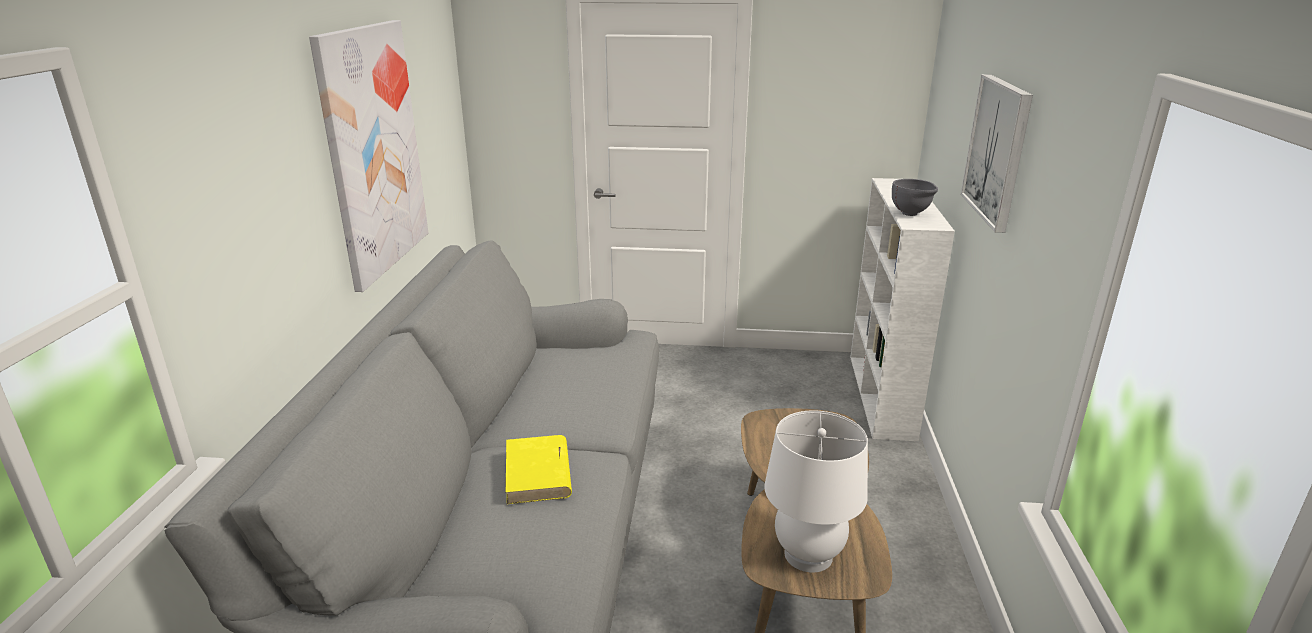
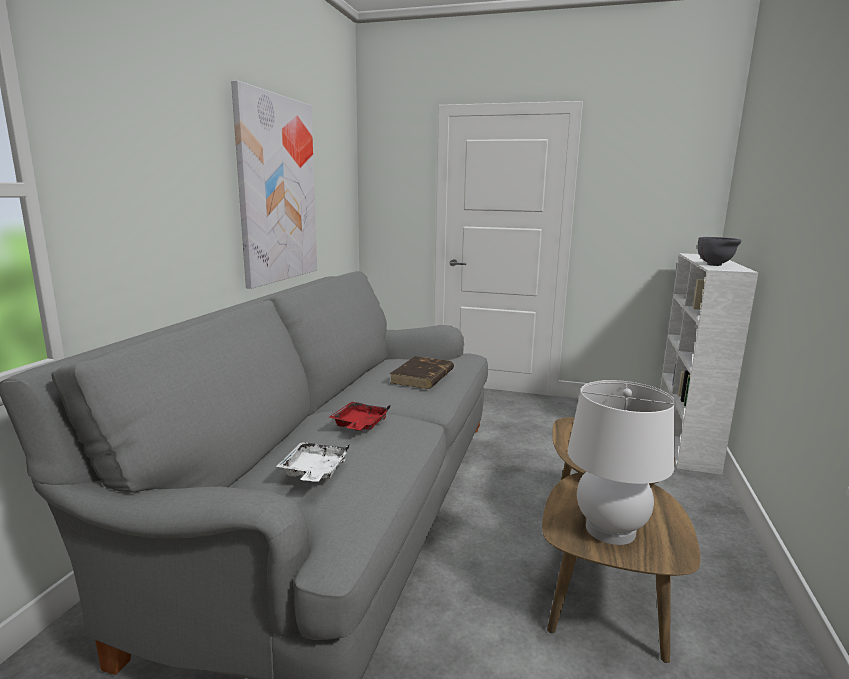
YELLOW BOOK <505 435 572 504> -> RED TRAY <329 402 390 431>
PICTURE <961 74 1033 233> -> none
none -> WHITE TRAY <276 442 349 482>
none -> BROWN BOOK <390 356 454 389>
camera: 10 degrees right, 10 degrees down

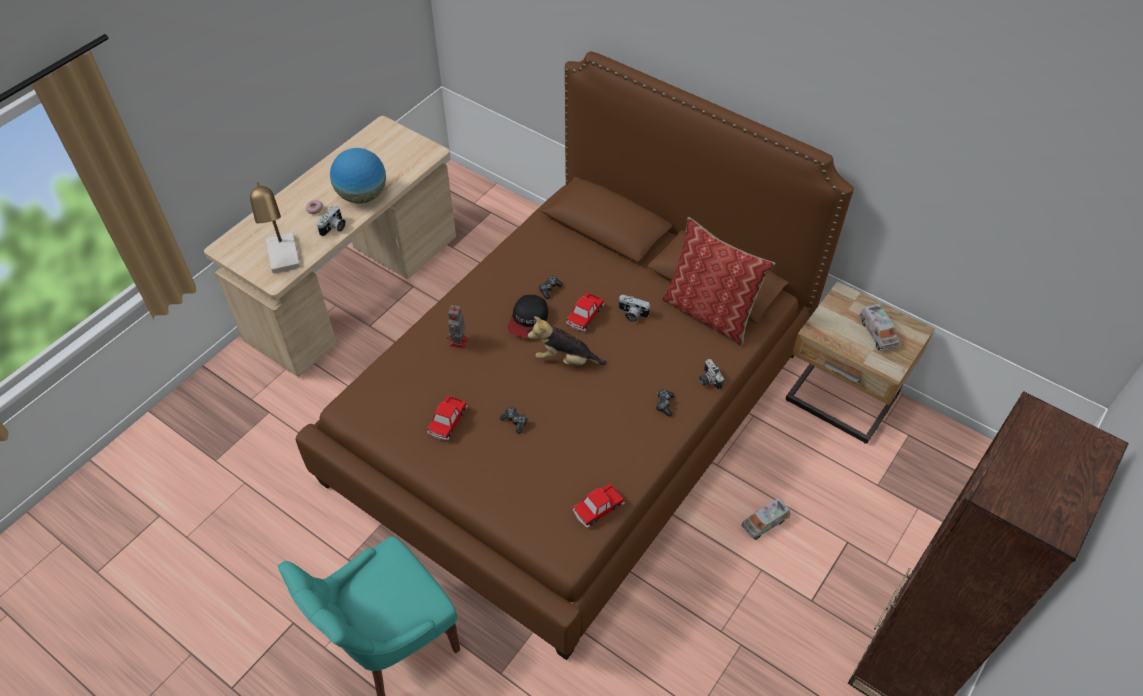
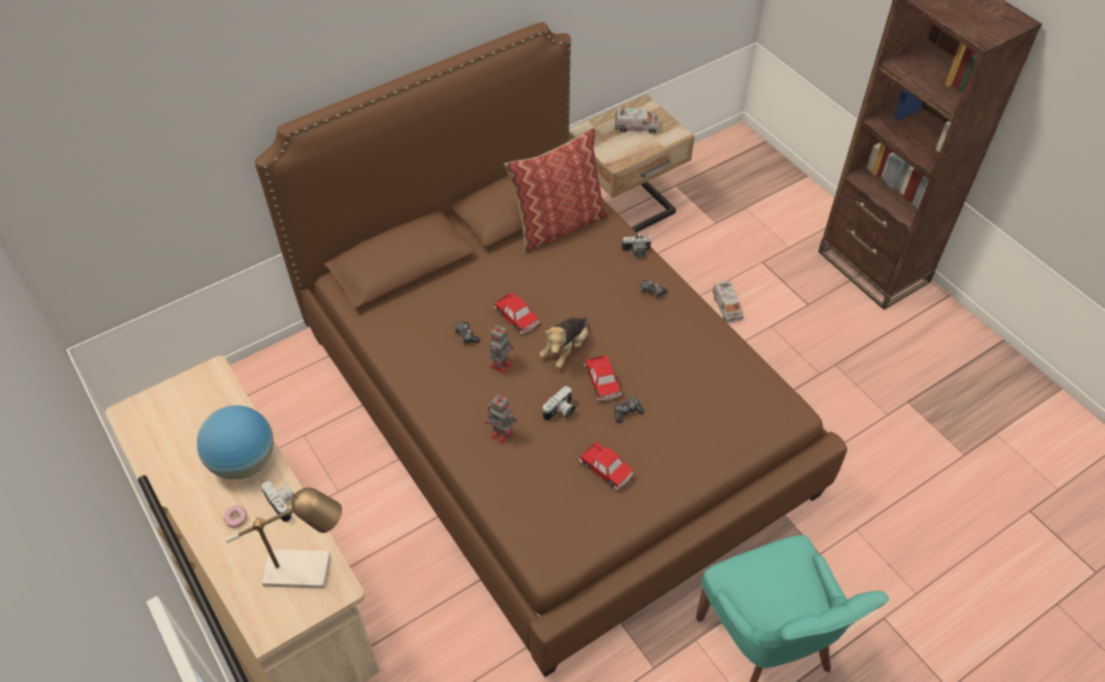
CAP <508 295 548 338> -> TOY ROBOT <489 325 514 374>
TOY CAR <573 483 625 528> -> TOY CAR <584 355 621 401>, move
PHOTO CAMERA <618 295 650 322> -> PHOTO CAMERA <543 386 576 421>, move
camera: 70 degrees left, 0 degrees up

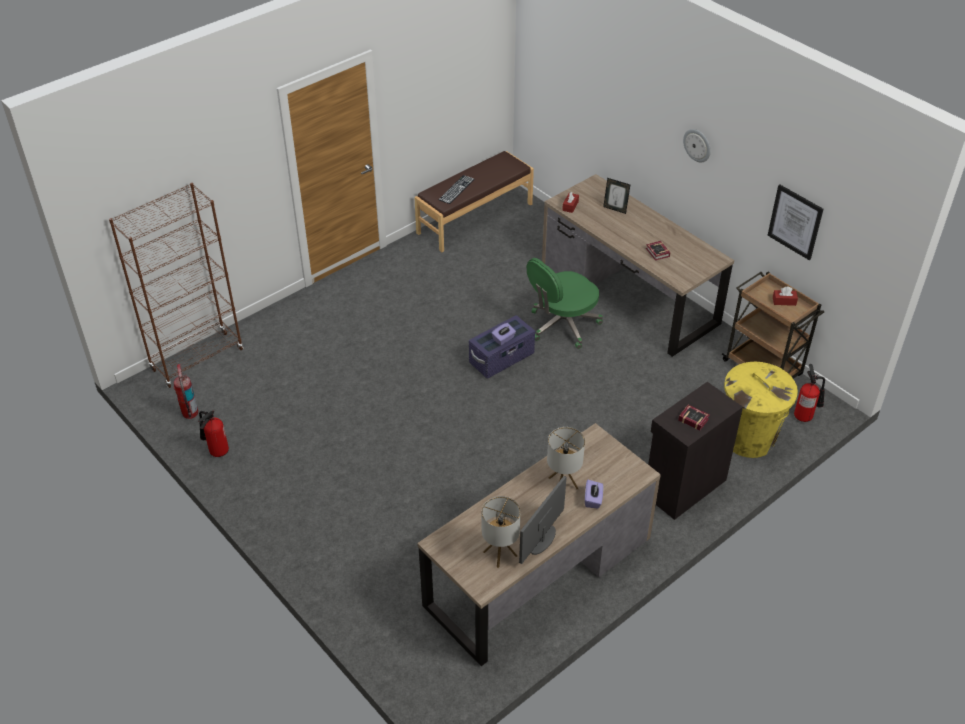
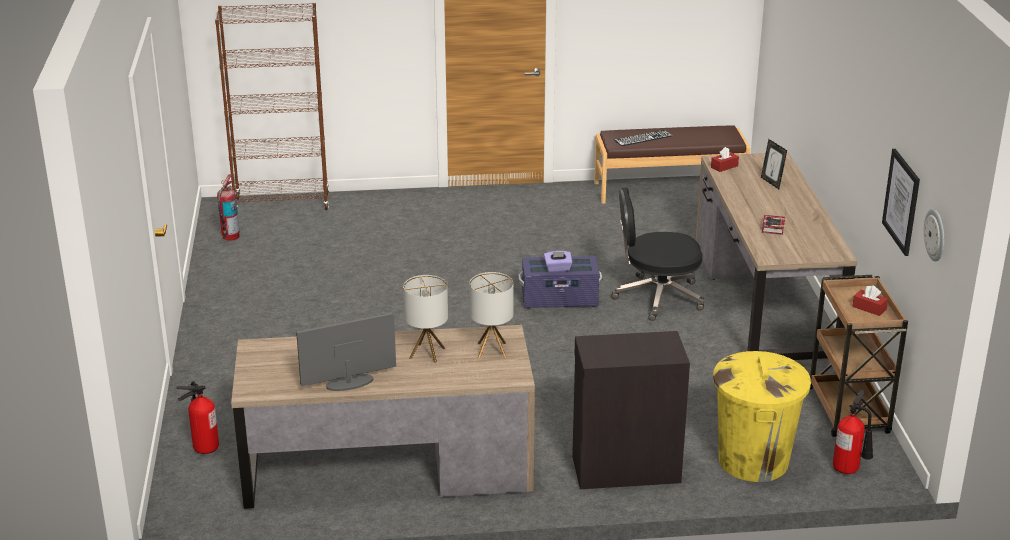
FIRE EXTINGUISHER <198 410 229 457> -> FIRE EXTINGUISHER <176 381 219 454>, move
TABLE LAMP <481 496 520 568> -> TABLE LAMP <470 272 514 358>, move
GREEN OFFICE CHAIR <527 258 603 349> -> BLACK OFFICE CHAIR <612 187 705 321>
PURPLE TISSUE BOX <585 480 603 509> -> none
BOOK <678 405 710 430> -> none
WALL CLOCK <683 129 711 162> -> WALL CLOCK <924 209 945 261>, move
camera: 35 degrees right, 15 degrees down

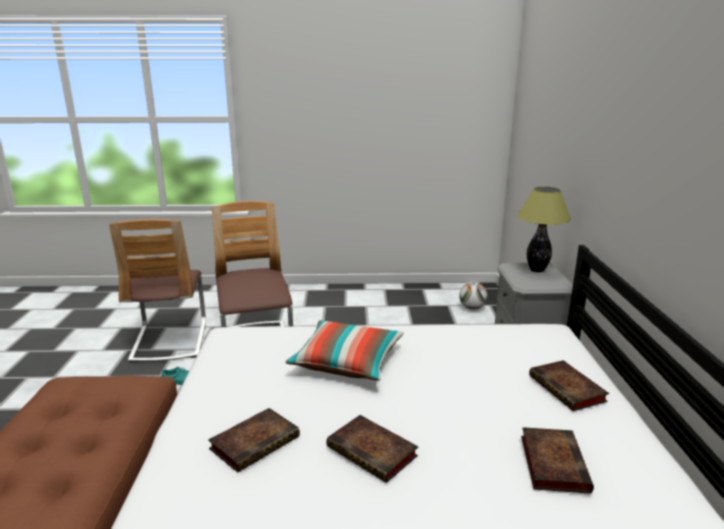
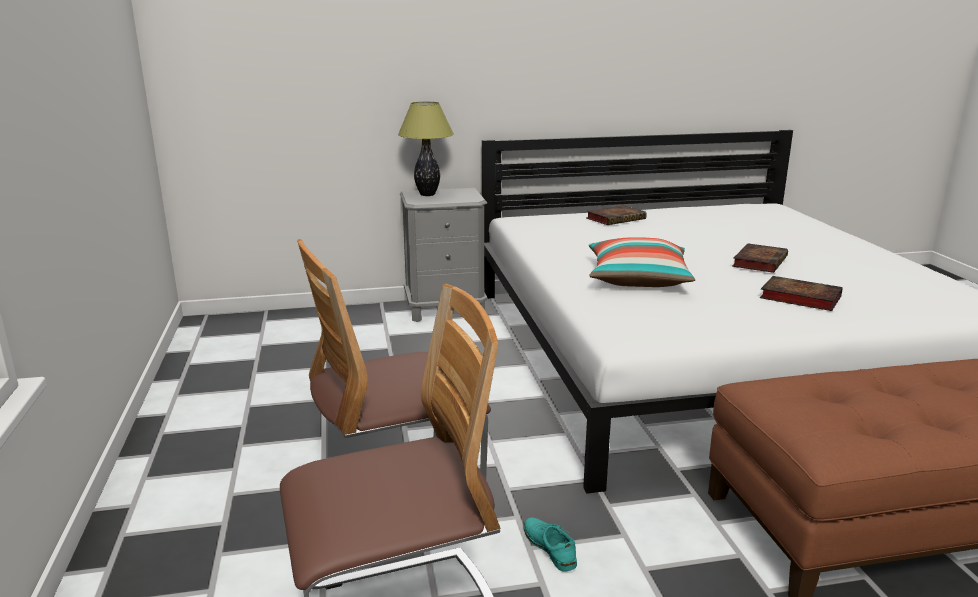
FOOTBALL <459 282 488 310> -> none
BOOK <521 427 594 494> -> none
camera: 100 degrees left, 0 degrees up

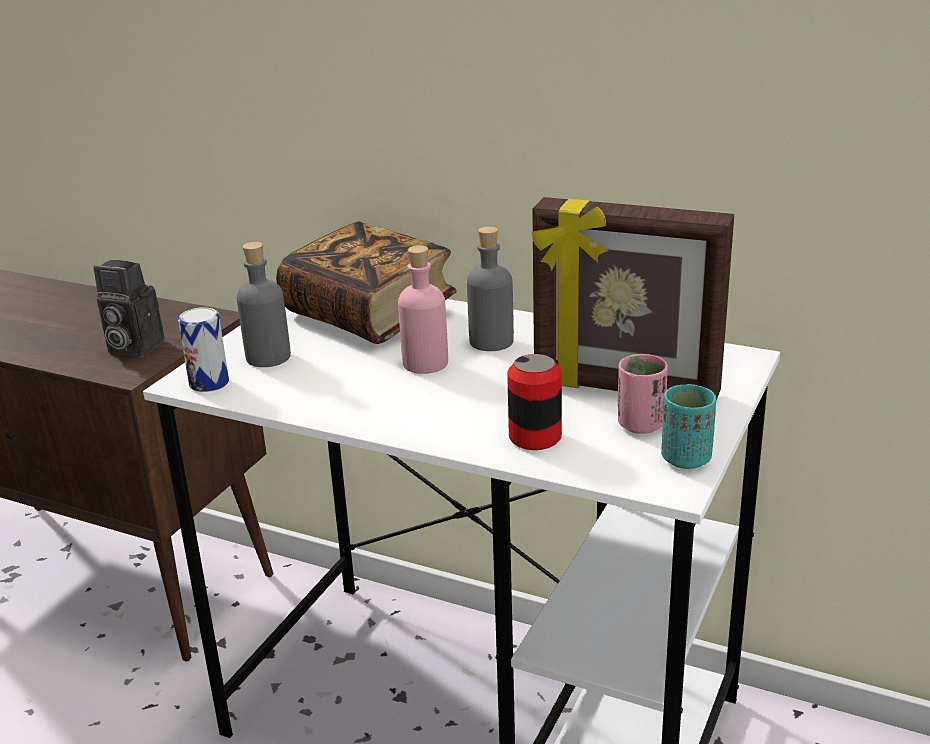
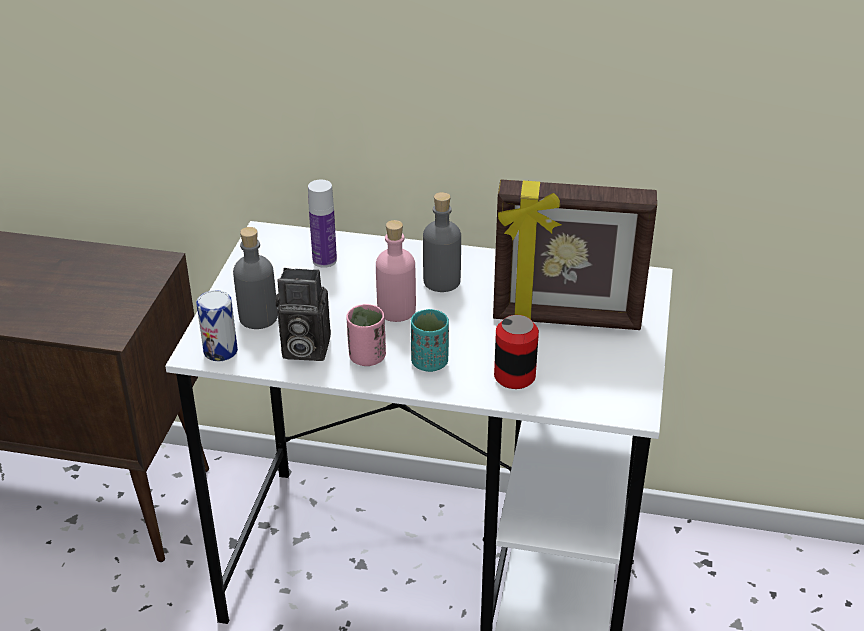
PHOTO CAMERA <93 260 164 357> -> PHOTO CAMERA <276 268 331 361>, move
BOOK <276 221 457 344> -> BOTTLE <308 180 337 268>
PINK CUP <618 354 668 434> -> PINK CUP <346 304 386 366>, move
TURQUOISE CUP <661 384 716 469> -> TURQUOISE CUP <411 309 449 372>, move
camera: 15 degrees left, 10 degrees up

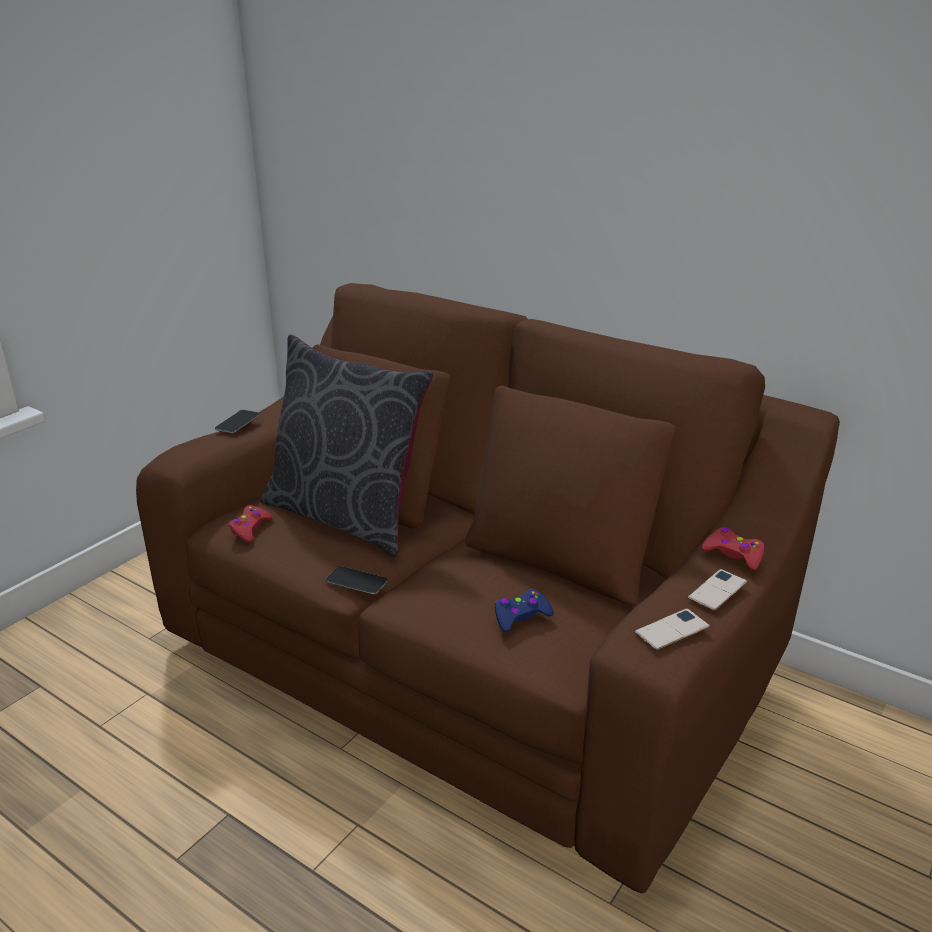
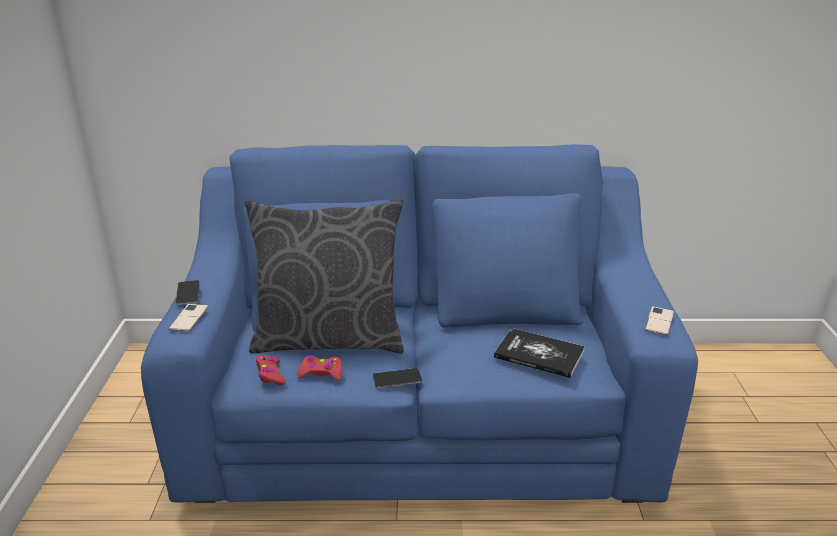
BROWN SOFA <136 283 840 893> -> BLUE SOFA <141 144 698 503>
BLUE GAME CONTROLLER <494 589 554 632> -> BOOK <494 328 585 378>
PHONE <688 569 747 611> -> PHONE <168 304 208 331>, move
RED GAME CONTROLLER <702 527 765 570> -> RED GAME CONTROLLER <297 355 342 381>, move
camera: 35 degrees left, 0 degrees up

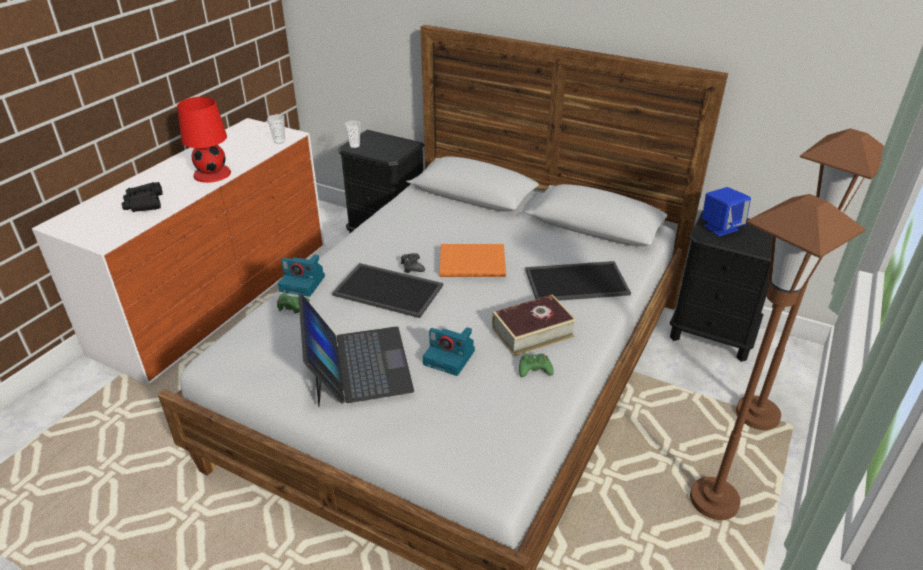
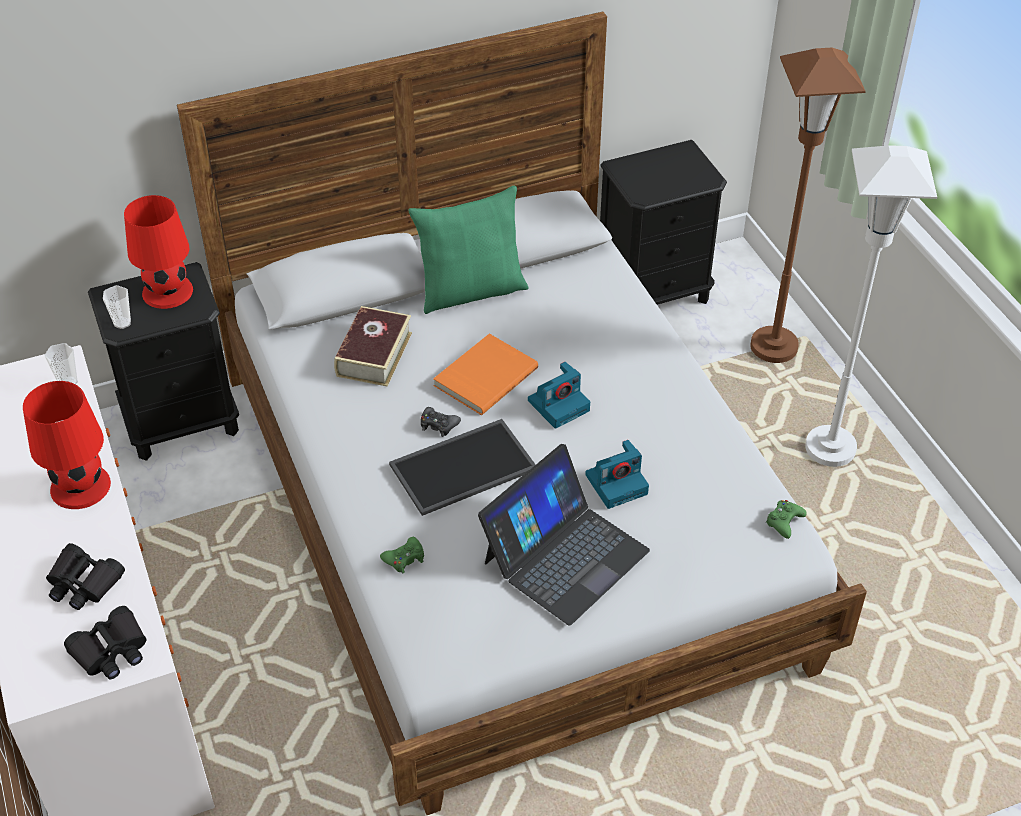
PHOTO CAMERA <278 255 325 297> -> PHOTO CAMERA <528 362 590 429>, move
LAPTOP <298 294 414 407> -> LAPTOP <478 444 650 626>, 105 degrees clockwise
BOOK <492 294 577 356> -> BOOK <334 306 412 387>, move
GREEN GAME CONTROLLER <519 353 554 377> -> GREEN GAME CONTROLLER <766 500 807 539>, move
TRAY <525 261 631 301> -> none
BROWN FLOOR LAMP <690 194 866 520> -> WHITE FLOOR LAMP <805 145 937 467>
BLUE SPEAKER <702 187 751 236> -> none
none -> BLACK BINOCULARS <64 606 147 679>
none -> RED TABLE LAMP <124 195 193 309>
none -> GREEN PILLOW <408 185 528 314>
camera: 50 degrees left, 10 degrees up

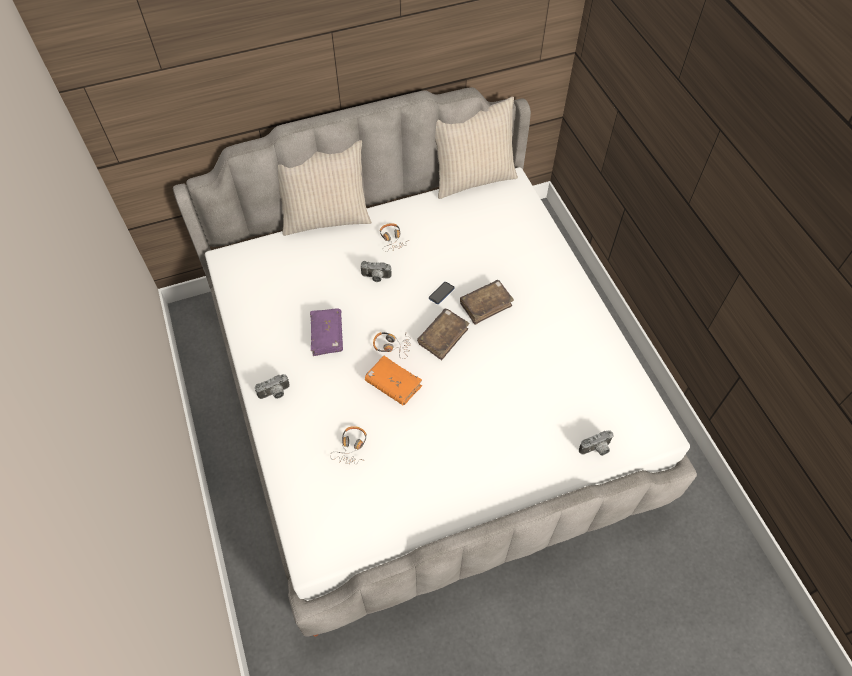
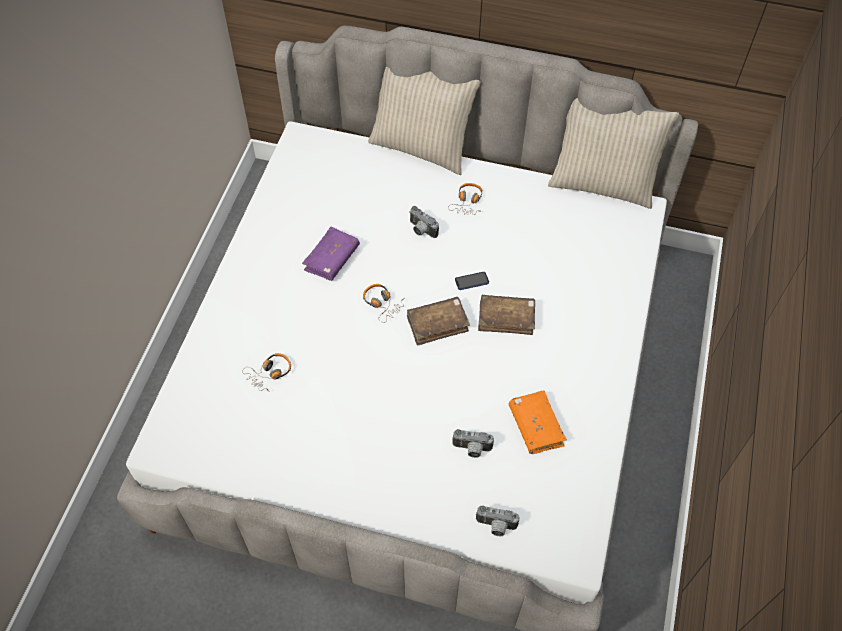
PHOTO CAMERA <255 374 290 399> -> PHOTO CAMERA <452 429 494 458>, move
ORANGE BOOK <365 356 422 405> -> ORANGE BOOK <509 390 567 454>, move
camera: 35 degrees right, 0 degrees up

